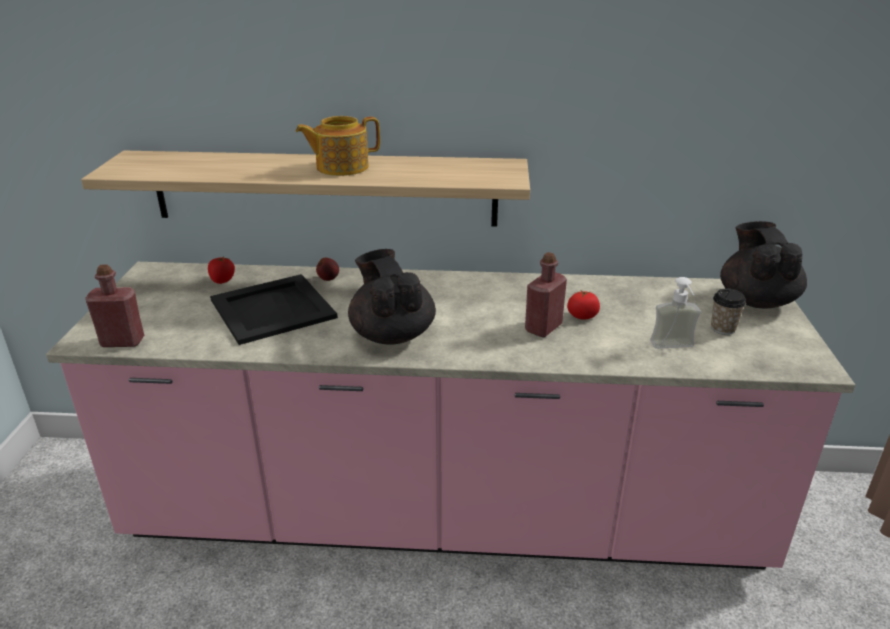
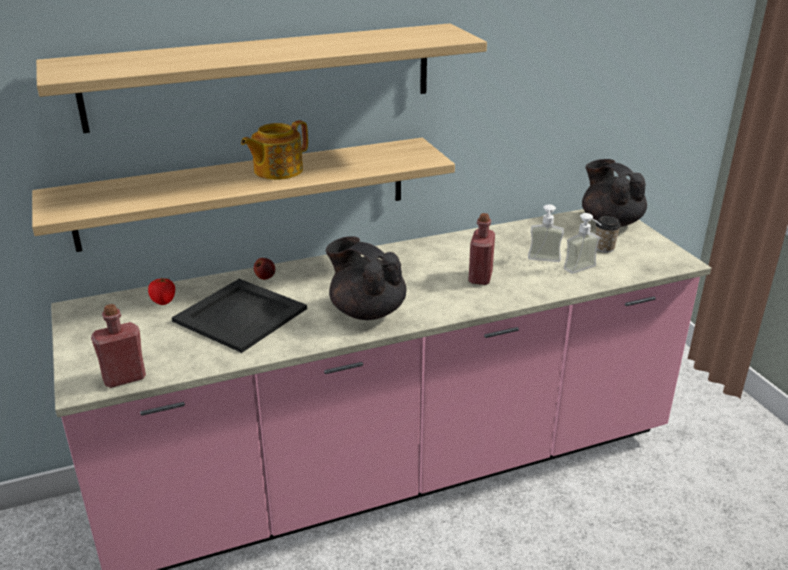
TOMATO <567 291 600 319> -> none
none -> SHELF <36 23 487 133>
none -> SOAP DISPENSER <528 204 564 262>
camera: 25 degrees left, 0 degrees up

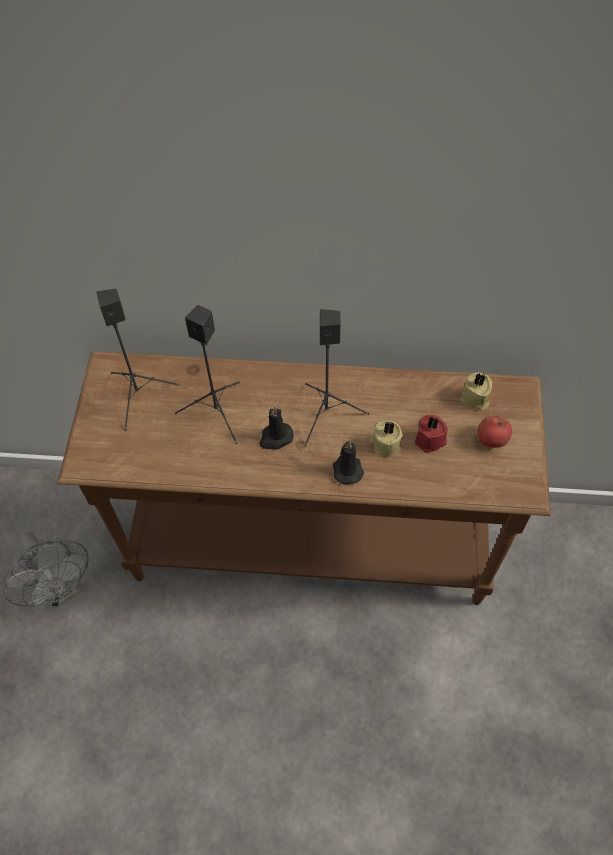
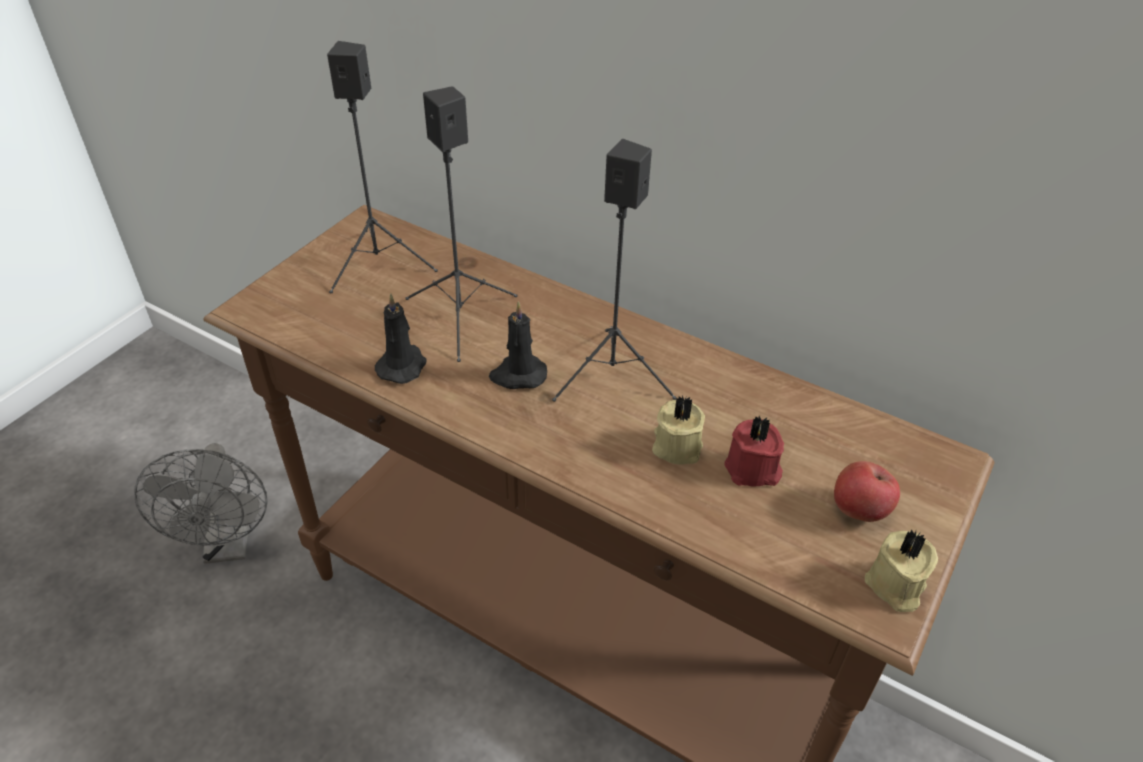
BLACK CANDLE <333 440 364 485> -> BLACK CANDLE <375 294 427 384>, move
BEIGE CANDLE <461 372 492 411> -> BEIGE CANDLE <865 529 938 612>, move
camera: 25 degrees right, 15 degrees down

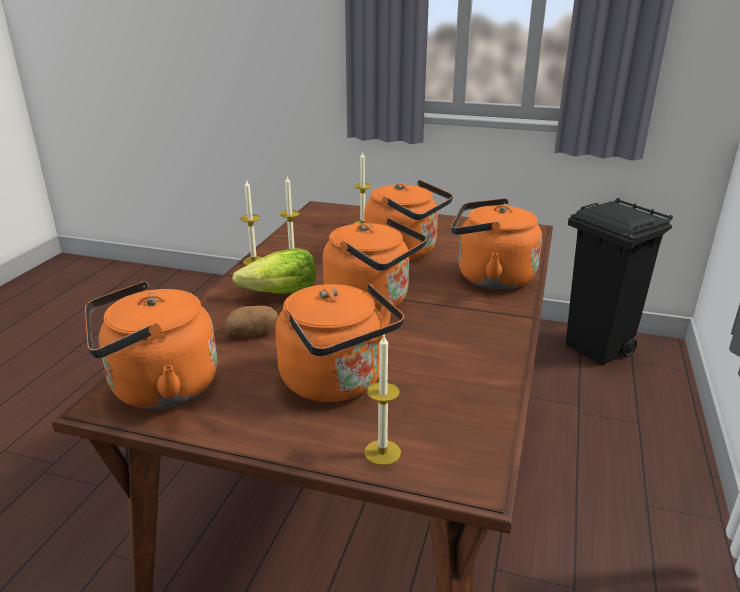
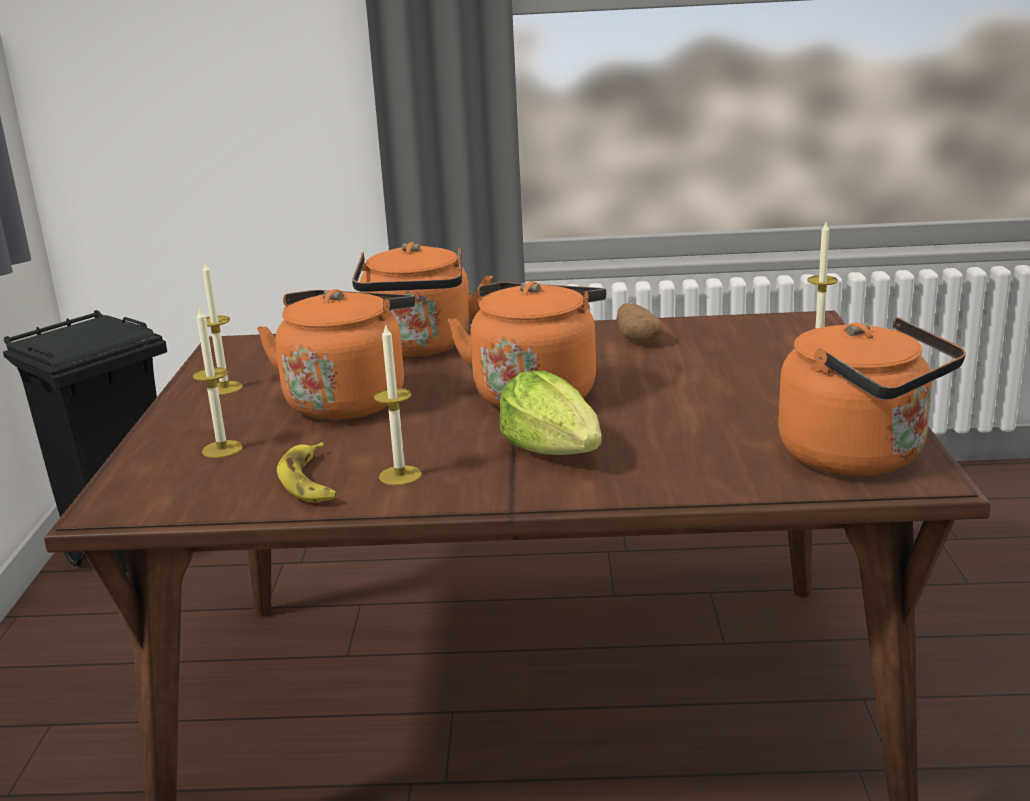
POTATO <225 306 278 336> -> POTATO <616 303 663 343>, move
CANDLE <240 181 262 265> -> CANDLE <202 262 243 395>, move
ORANGE KETTLE <275 283 404 402> -> none
none -> BANANA <277 442 337 502>
camera: 105 degrees left, 5 degrees down

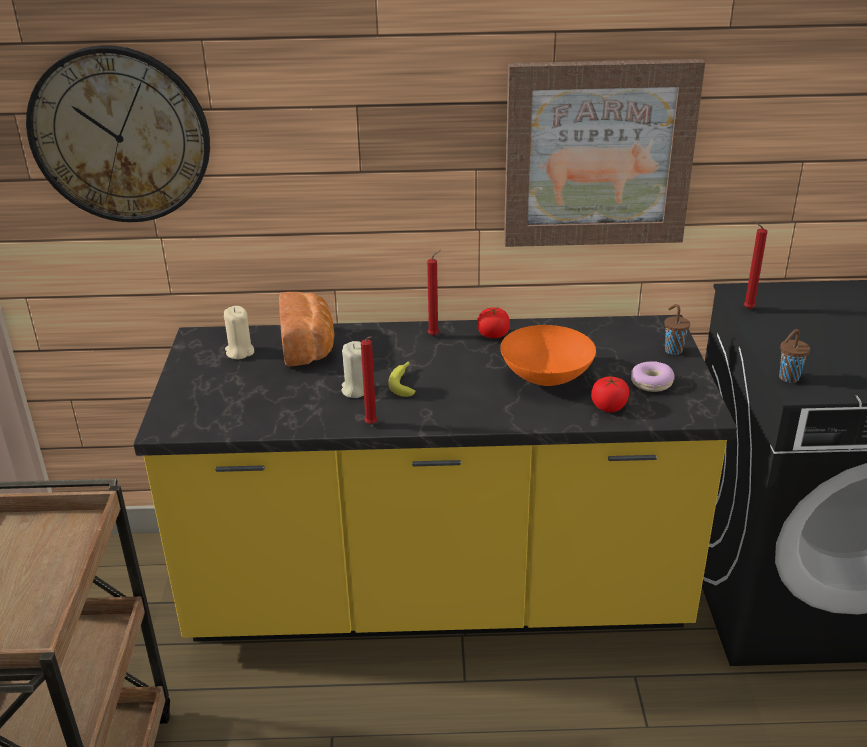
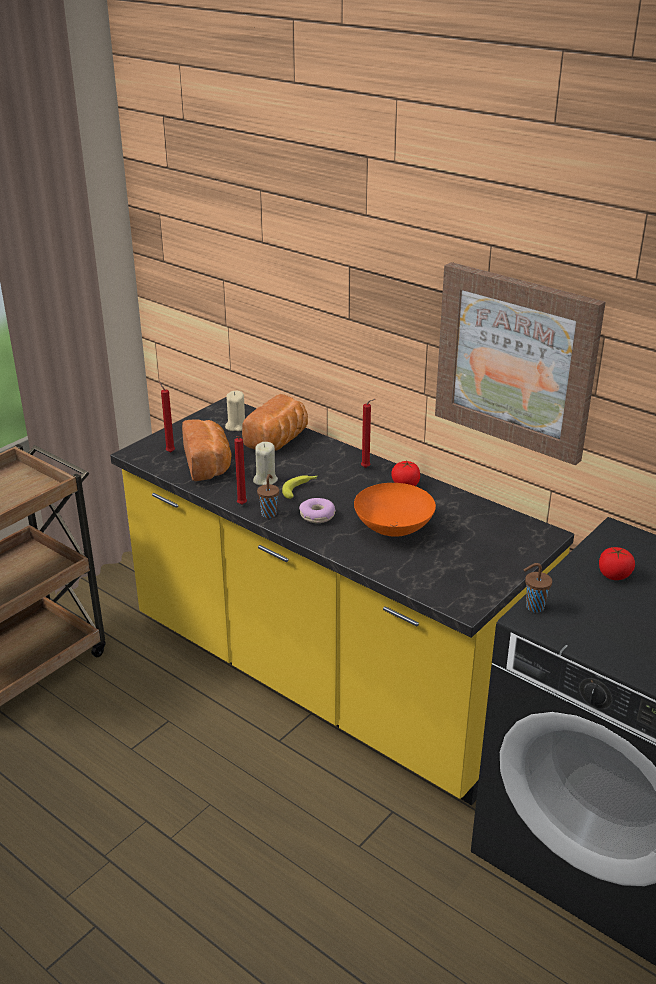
WALL CLOCK <26 45 210 222> -> none
TOMATO <591 377 629 412> -> TOMATO <599 547 635 580>, move
DONUT <631 361 675 392> -> DONUT <299 498 336 523>, move
BROWN CUP <664 304 690 355> -> BROWN CUP <257 474 279 518>, move
RED CANDLE <744 221 768 309> -> RED CANDLE <159 381 175 452>, move
none -> BREAD <182 419 232 481>
camera: 40 degrees right, 0 degrees up

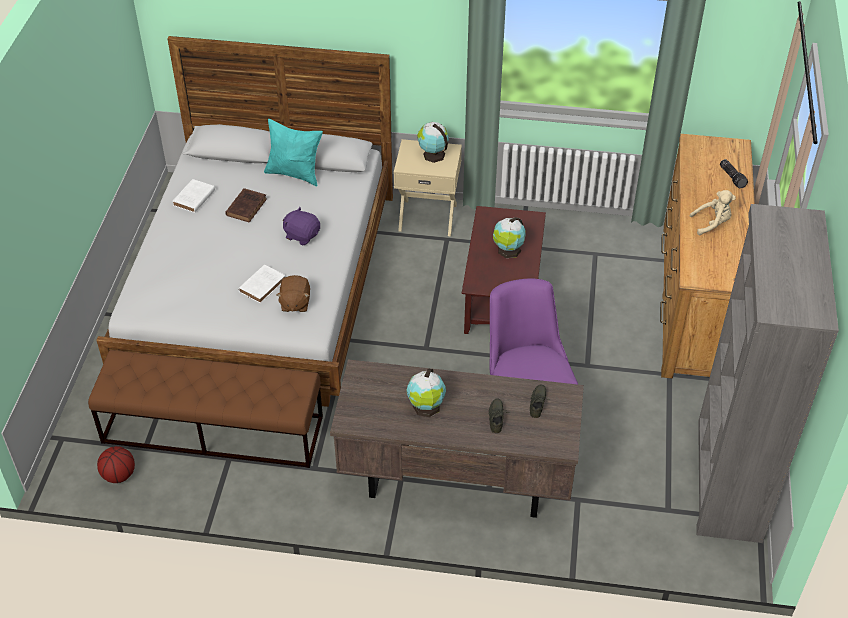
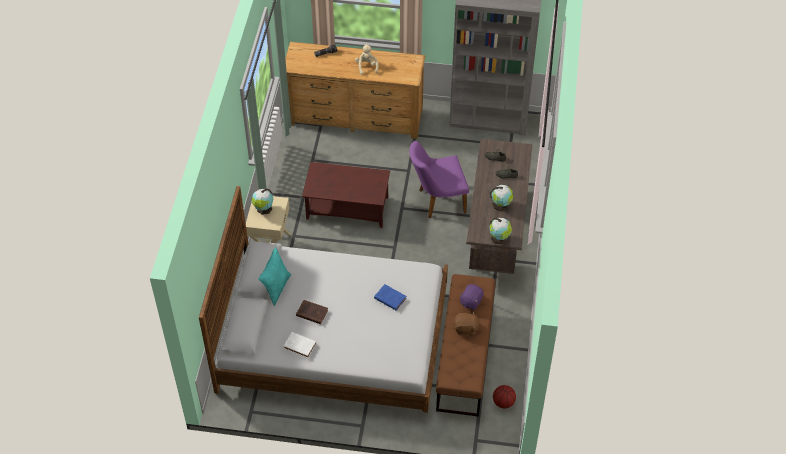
WHITE BOOK <238 265 285 303> -> BLUE BOOK <374 284 406 311>
BROWN PLUSH TOY <276 275 310 312> -> BROWN PLUSH TOY <453 312 482 335>, move
PURPLE PLUSH TOY <283 207 320 245> -> PURPLE PLUSH TOY <460 284 484 310>, move
GLOBE <493 217 526 258> -> GLOBE <489 218 512 244>, move
camera: 90 degrees left, 5 degrees up

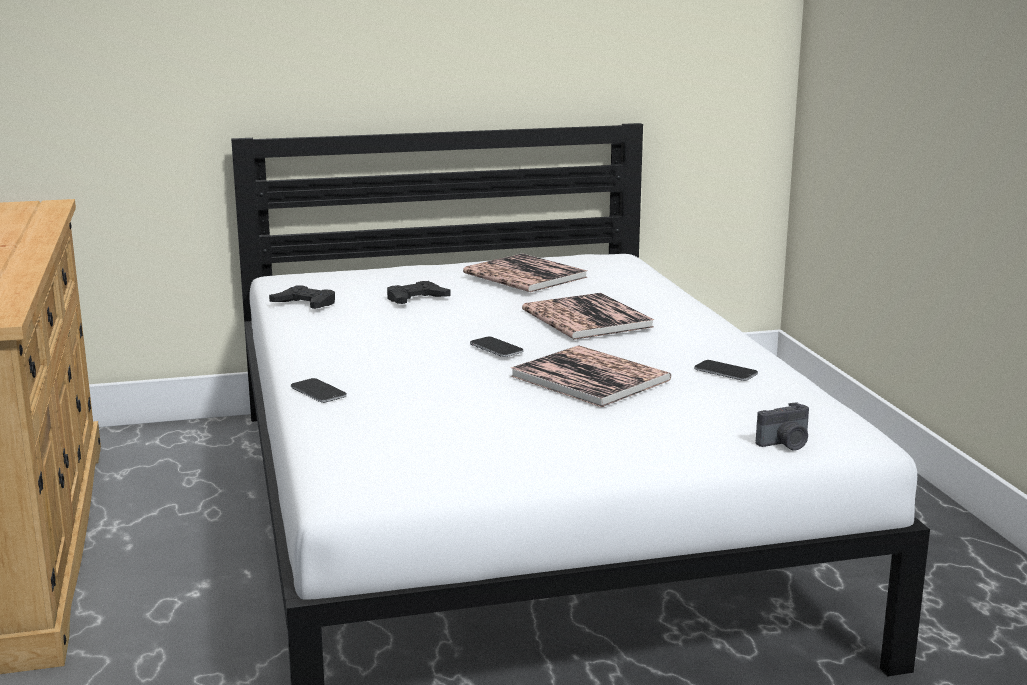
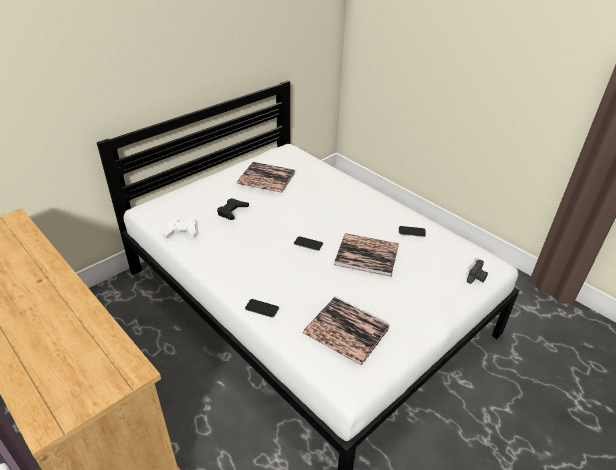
BLACK GAME CONTROLLER <269 286 335 309> -> WHITE GAME CONTROLLER <163 220 196 237>
BOOK <522 293 654 339> -> BOOK <303 297 390 365>, move
camera: 30 degrees left, 20 degrees up

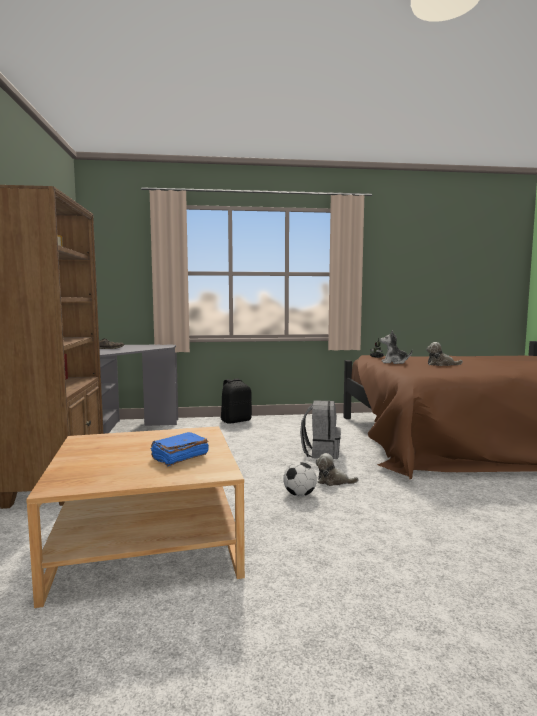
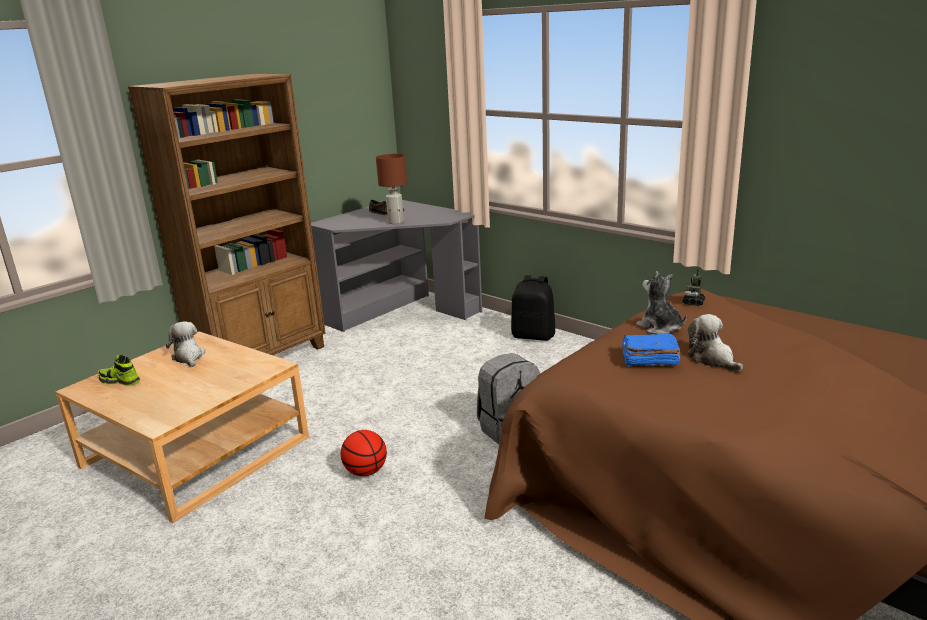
BLUE BOOK <151 432 209 466> -> BLUE BOOK <622 334 680 367>, move
FOOTBALL <283 462 317 497> -> BASKETBALL <341 430 387 476>
PLUSH TOY <316 453 359 486> -> PLUSH TOY <166 321 206 367>, move
none -> SHOE <98 355 140 386>
none -> BROWN TABLE LAMP <376 154 407 224>
camera: 50 degrees right, 15 degrees up

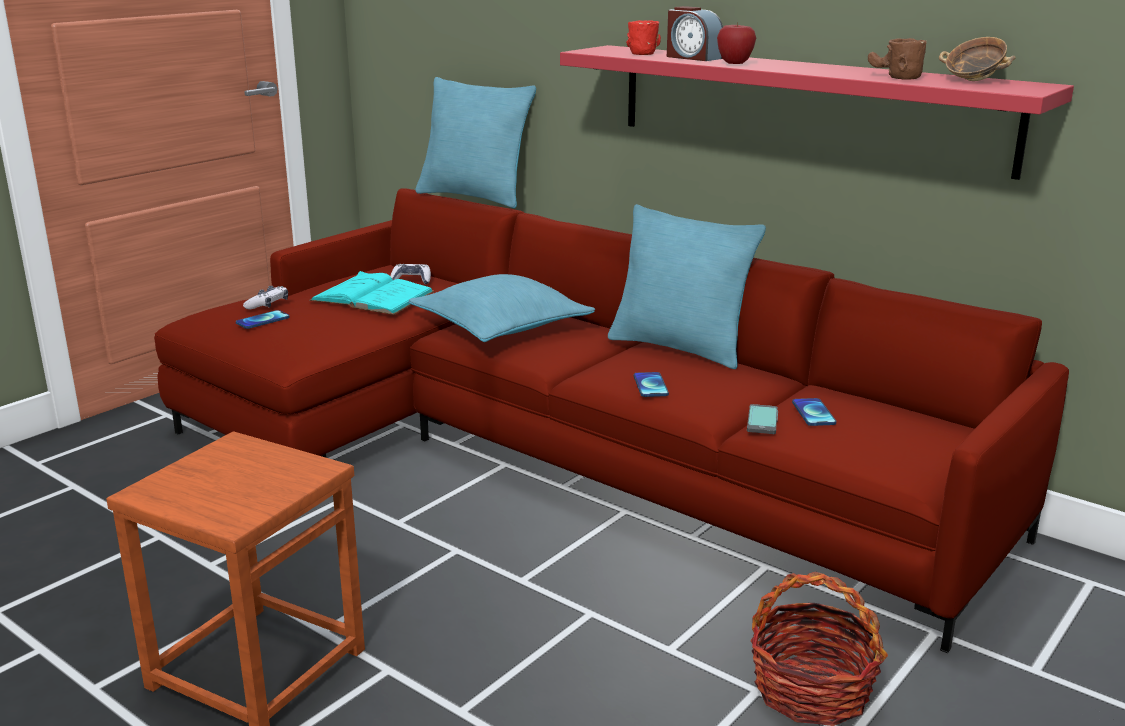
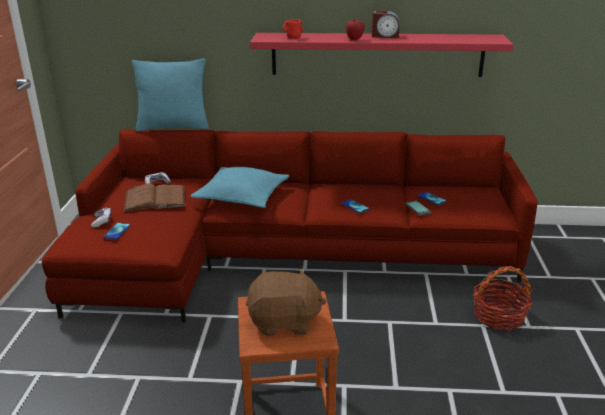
TURQUOISE BOOK <309 271 434 315> -> BROWN BOOK <124 184 186 212>
TURQUOISE PILLOW <608 204 766 369> -> none
ALARM CLOCK <667 6 723 61> -> ALARM CLOCK <372 10 400 38>, move
BROWN MUG <868 38 927 79> -> none
BOWL <939 37 1015 81> -> none
none -> BROWN PLUSH TOY <246 268 327 336>
camera: 35 degrees left, 5 degrees up

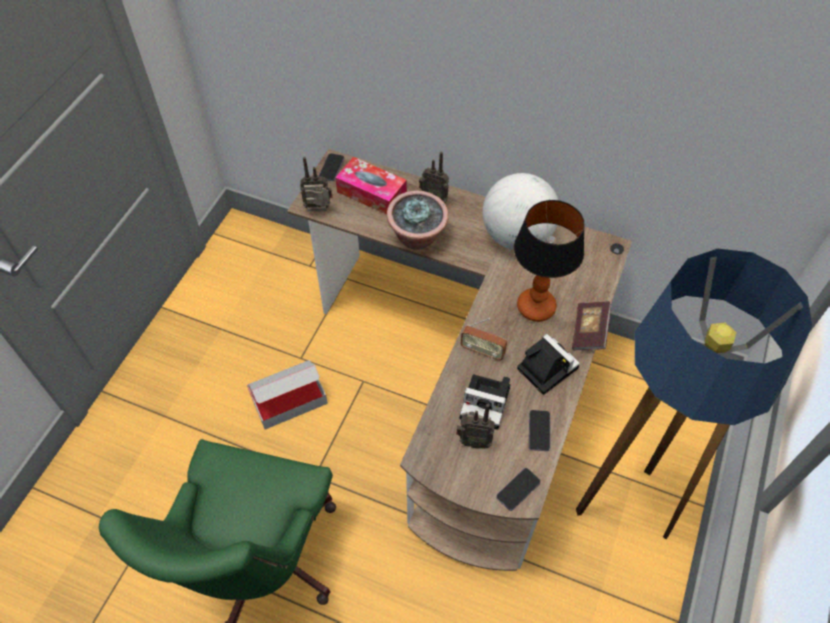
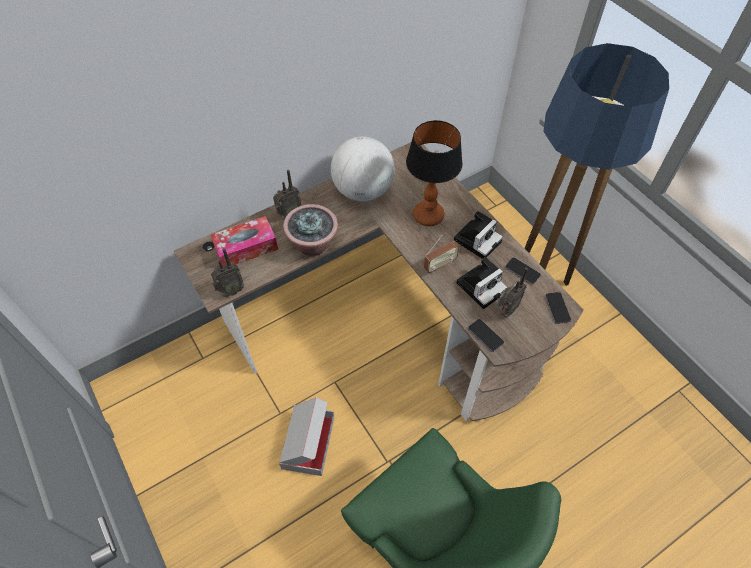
RADIO <300 157 333 211> -> RADIO <211 248 244 297>, 150 degrees counterclockwise
PHONE <319 153 344 181> -> PHONE <468 319 504 352>, move
PHOTO CAMERA <517 334 580 395> -> PHOTO CAMERA <454 211 503 259>, 135 degrees clockwise
BOOK <572 301 611 351> -> none
camera: 55 degrees left, 0 degrees up

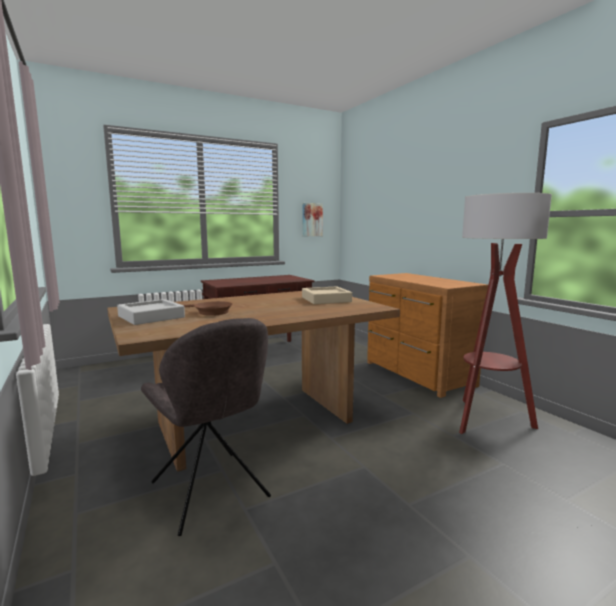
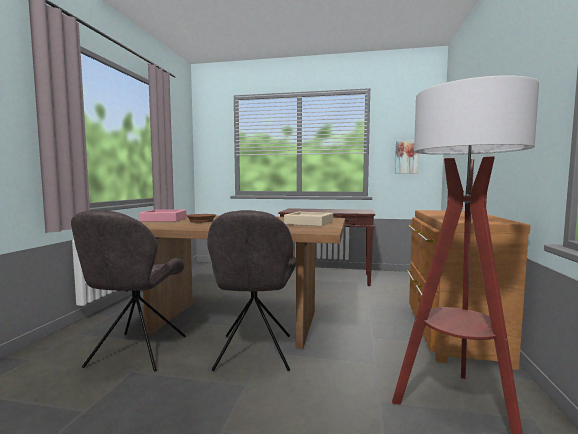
GREY TRAY <117 299 185 325> -> PINK TRAY <139 210 187 222>
none -> GREY CHAIR <207 210 296 371>
camera: 40 degrees right, 5 degrees down

